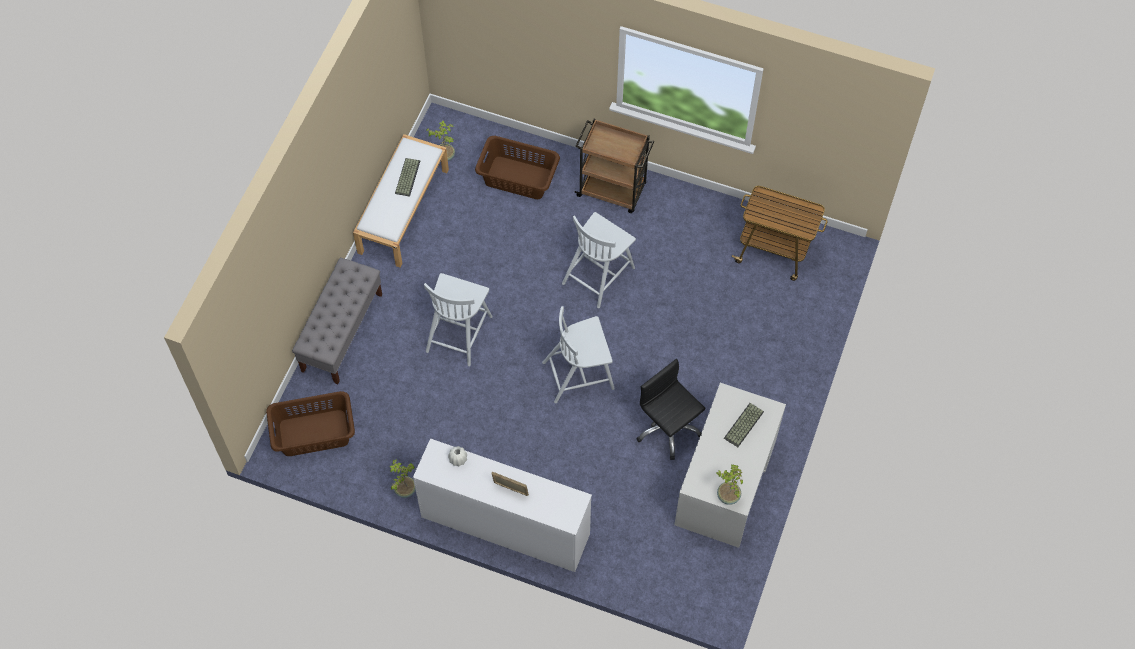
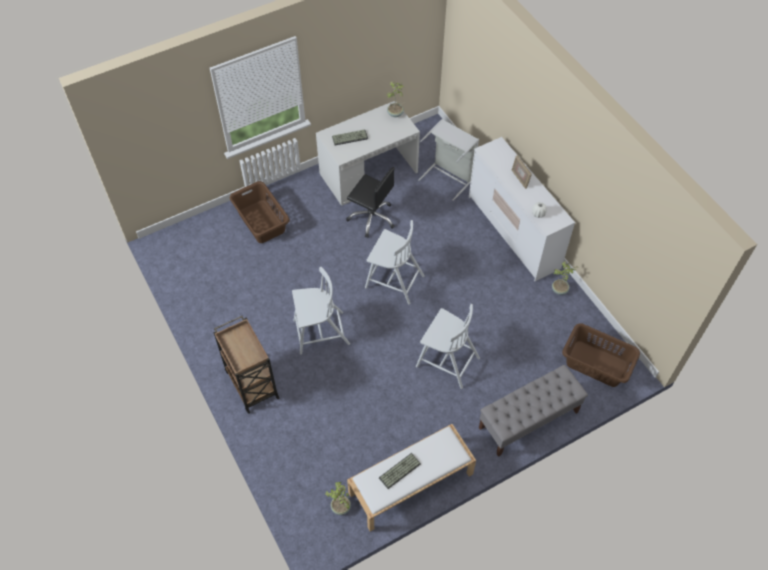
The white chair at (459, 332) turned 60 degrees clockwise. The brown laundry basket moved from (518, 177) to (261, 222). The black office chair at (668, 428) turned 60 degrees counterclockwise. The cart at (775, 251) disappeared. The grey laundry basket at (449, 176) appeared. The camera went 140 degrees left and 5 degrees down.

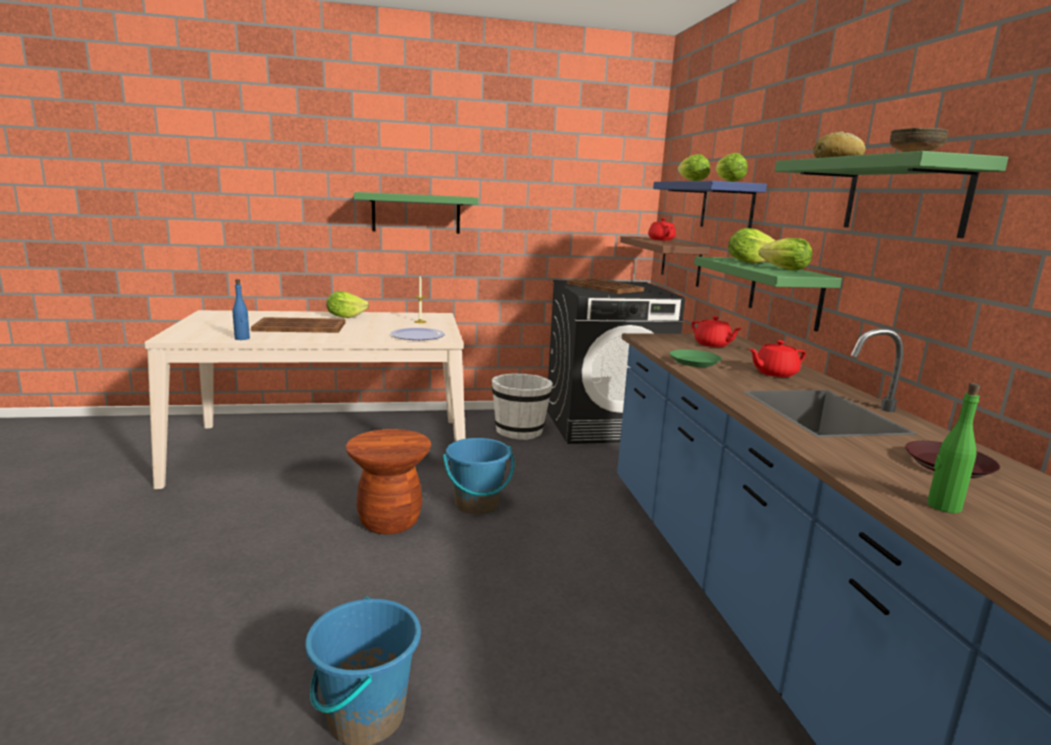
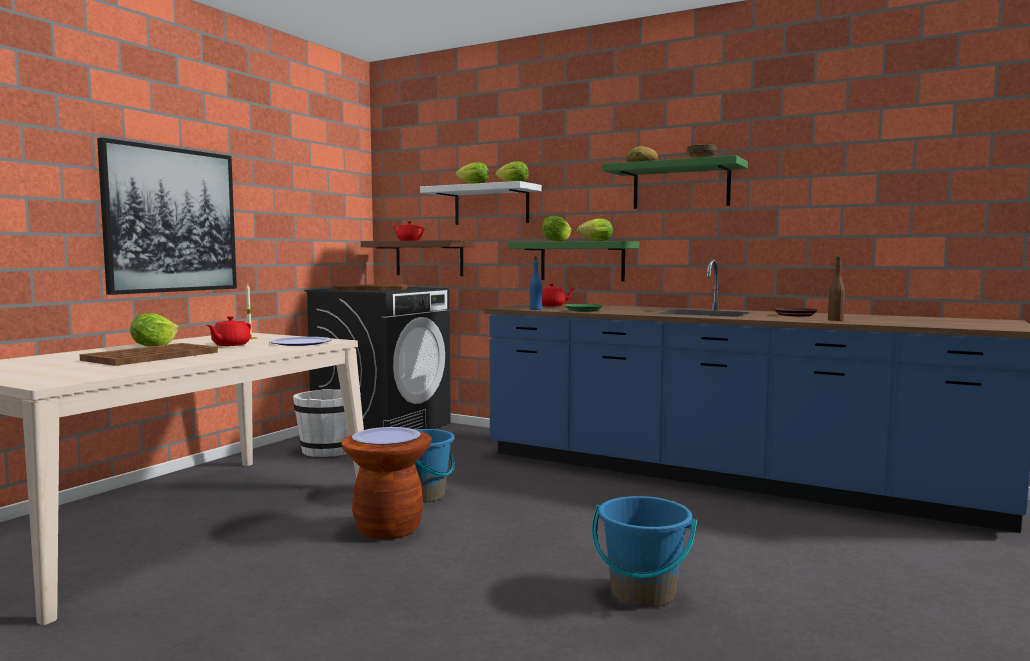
The blue bottle moved from (242, 338) to (536, 309). The green shelf at (416, 213) was replaced by the picture at (171, 220). The blue shelf at (727, 206) became the white shelf at (491, 205). The red teapot moved from (774, 373) to (230, 345). The green bottle at (943, 506) became the brown bottle at (835, 320). The plate at (386, 438) appeared. The camera went 50 degrees left and 10 degrees down.

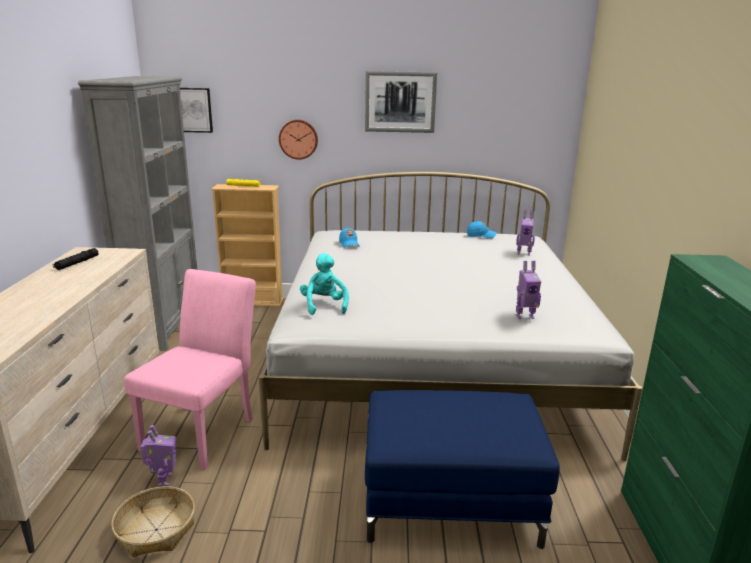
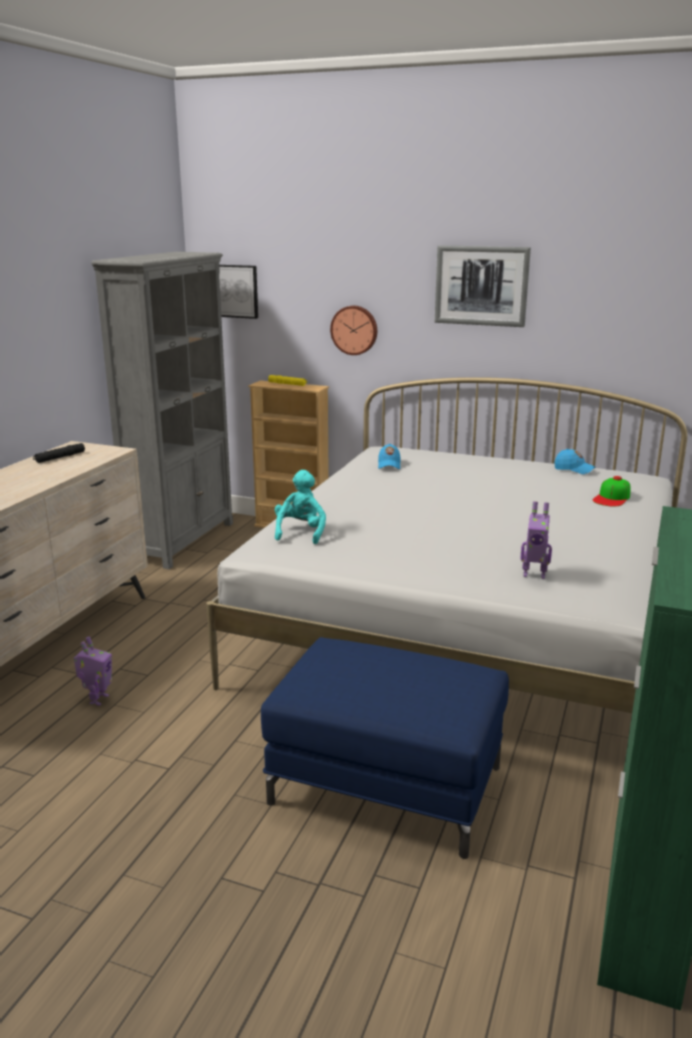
The basket at (156, 530) disappeared. The pink chair at (204, 430) disappeared. The toy robot at (523, 253) was replaced by the cap at (612, 498). The camera went 20 degrees right and 0 degrees up.

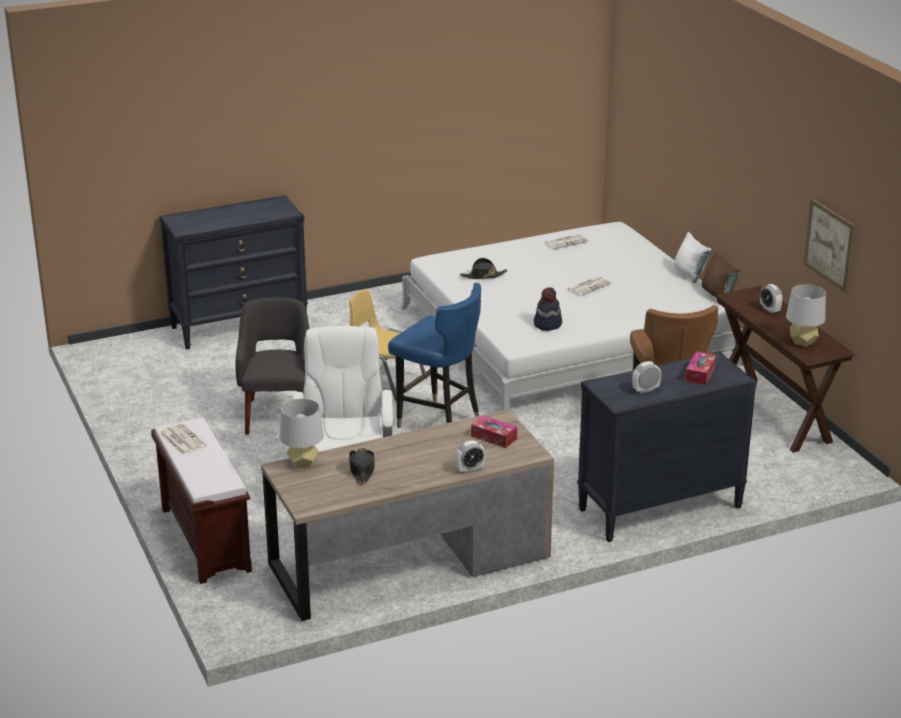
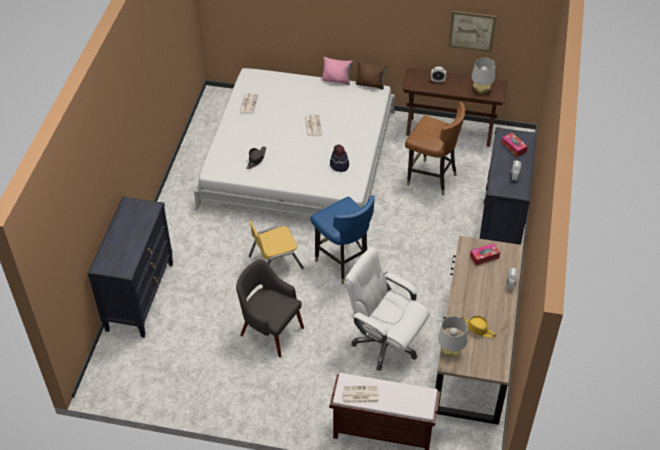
The black hat at (362, 470) became the yellow hat at (477, 329). The blue chair at (438, 422) turned 75 degrees clockwise. The white pillow at (690, 274) became the pink pillow at (336, 80). The camera went 55 degrees left and 20 degrees up.

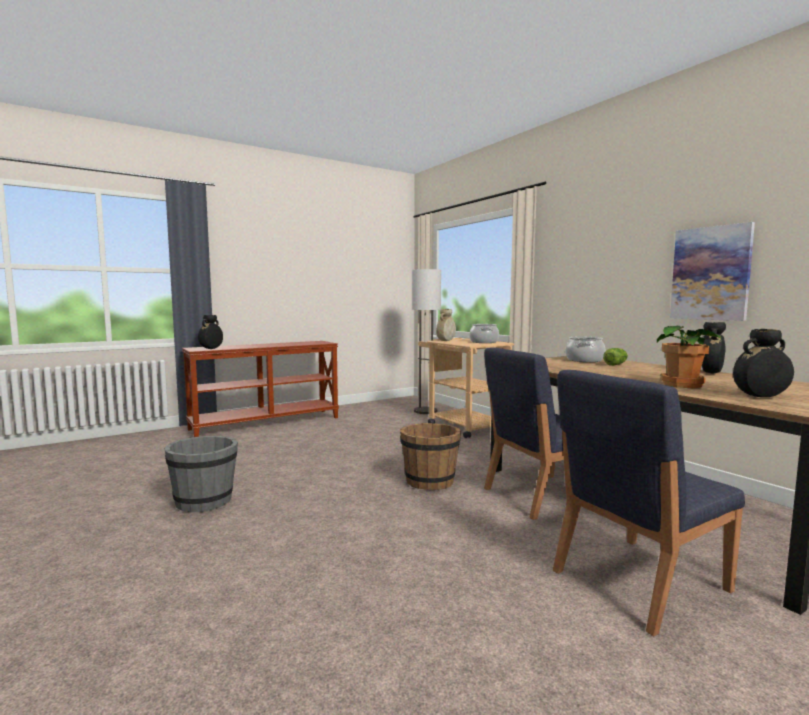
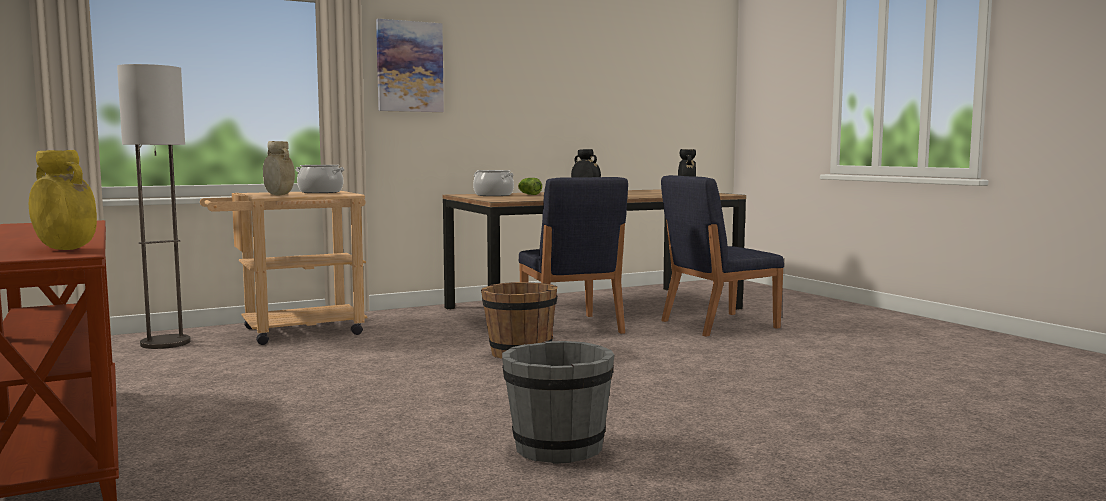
The black vase at (211, 349) became the yellow vase at (66, 249). The blue chair at (637, 581) turned 90 degrees clockwise. The potted plant at (683, 385) disappeared. The picture moved from (710, 273) to (409, 66). The camera went 85 degrees left and 0 degrees up.

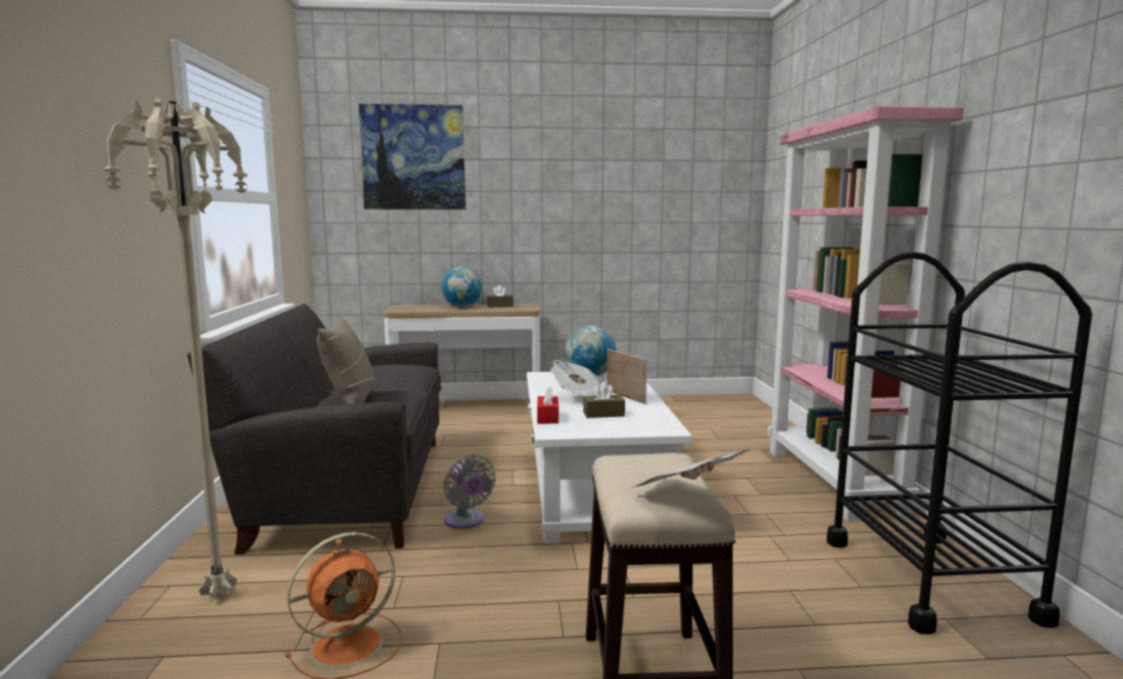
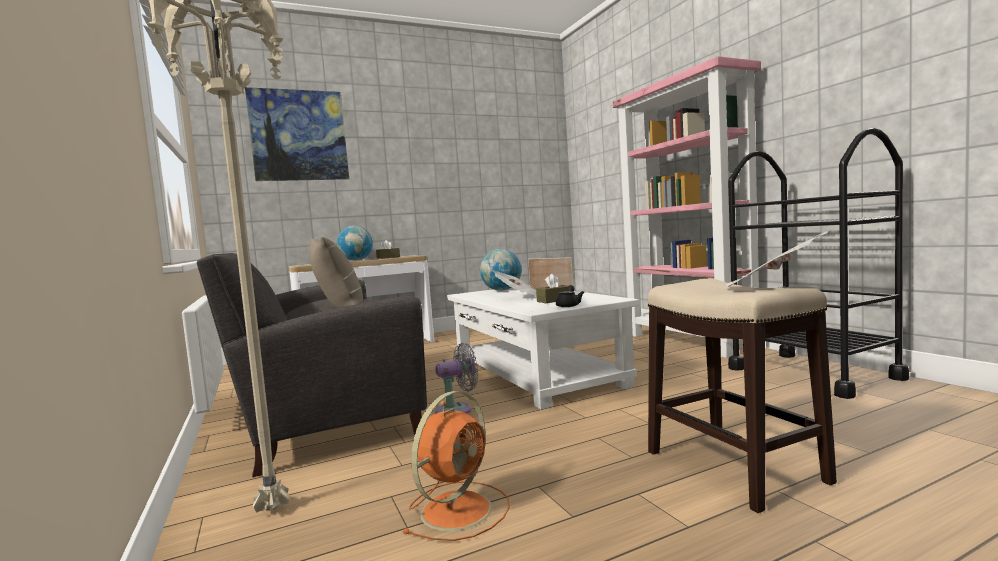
The grey fan at (465, 521) turned 60 degrees counterclockwise. The red tissue box at (547, 417) disappeared. The black teapot at (569, 305) appeared. The camera went 20 degrees left and 5 degrees down.

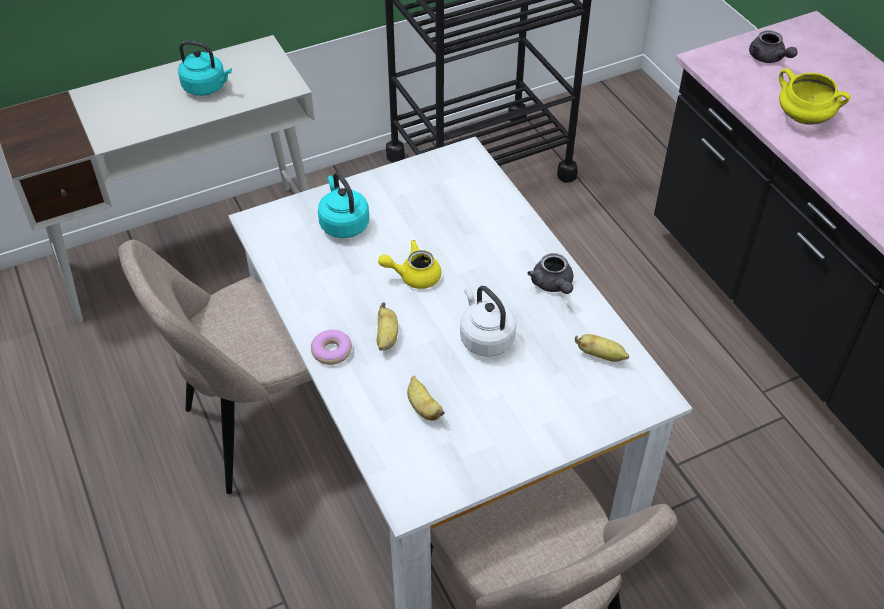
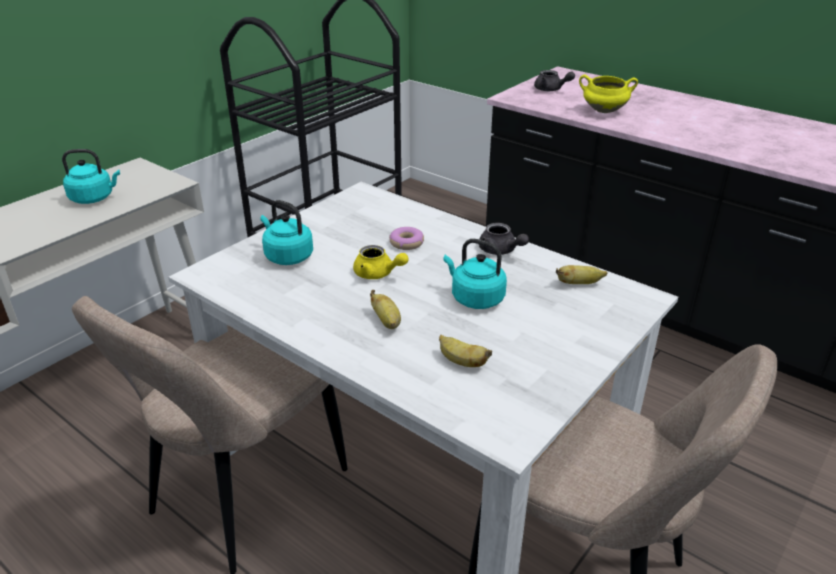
The donut moved from (331, 351) to (406, 243). The yellow teapot at (413, 275) turned 120 degrees counterclockwise. The white kettle at (485, 338) became the turquoise kettle at (475, 298). The camera went 25 degrees left and 15 degrees down.

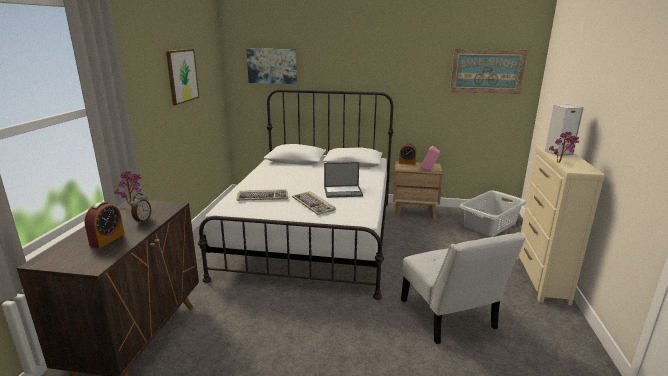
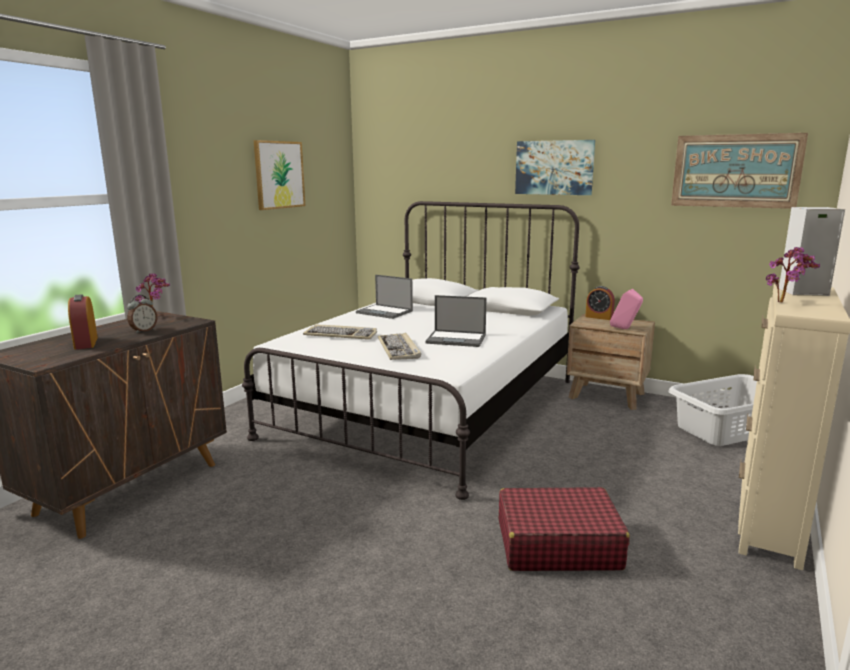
The alarm clock at (107, 239) turned 120 degrees clockwise. The picture moved from (272, 66) to (554, 167). The white chair at (449, 317) was replaced by the red suitcase at (557, 544). The laptop at (385, 312) appeared. The camera went 20 degrees right and 5 degrees down.

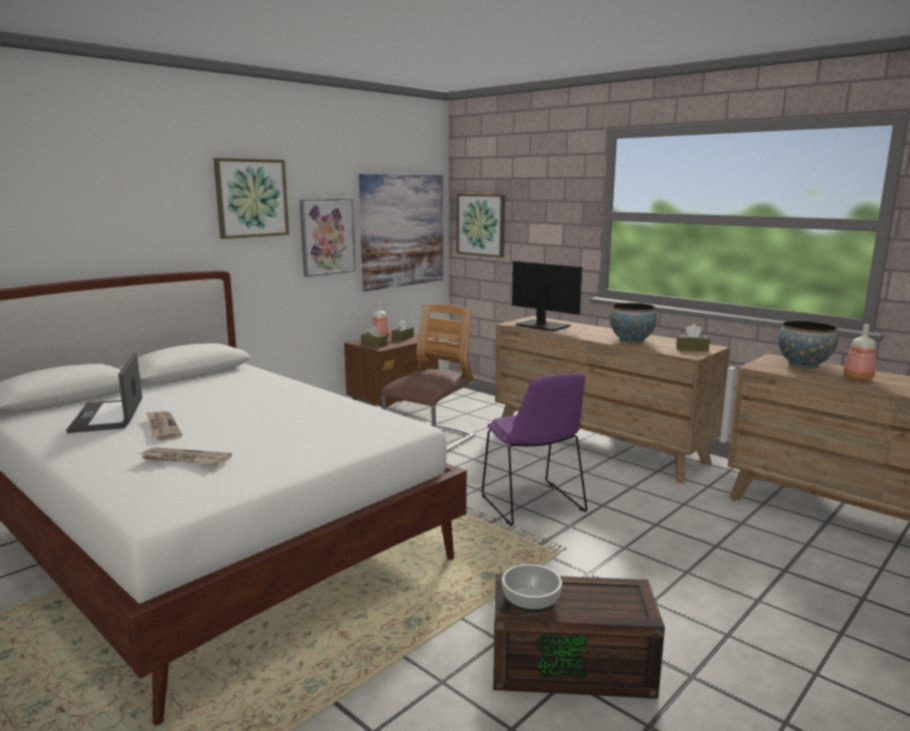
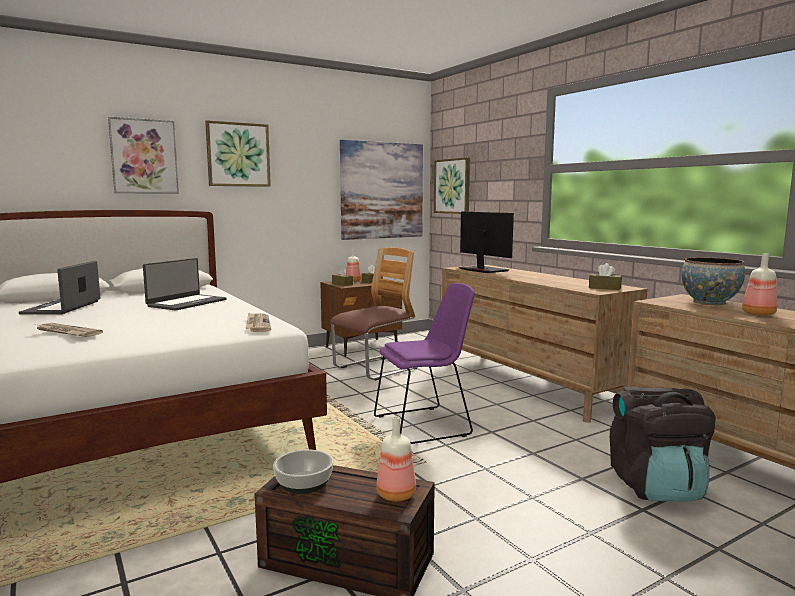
The newspaper moved from (162, 427) to (257, 324). The picture moved from (327, 236) to (144, 156). The purple chair at (533, 505) turned 105 degrees counterclockwise. The bowl at (631, 341) disappeared. The laptop at (186, 303) appeared. The bottle at (397, 495) appeared. The black backpack at (656, 486) appeared. The camera went 15 degrees right and 5 degrees down.

